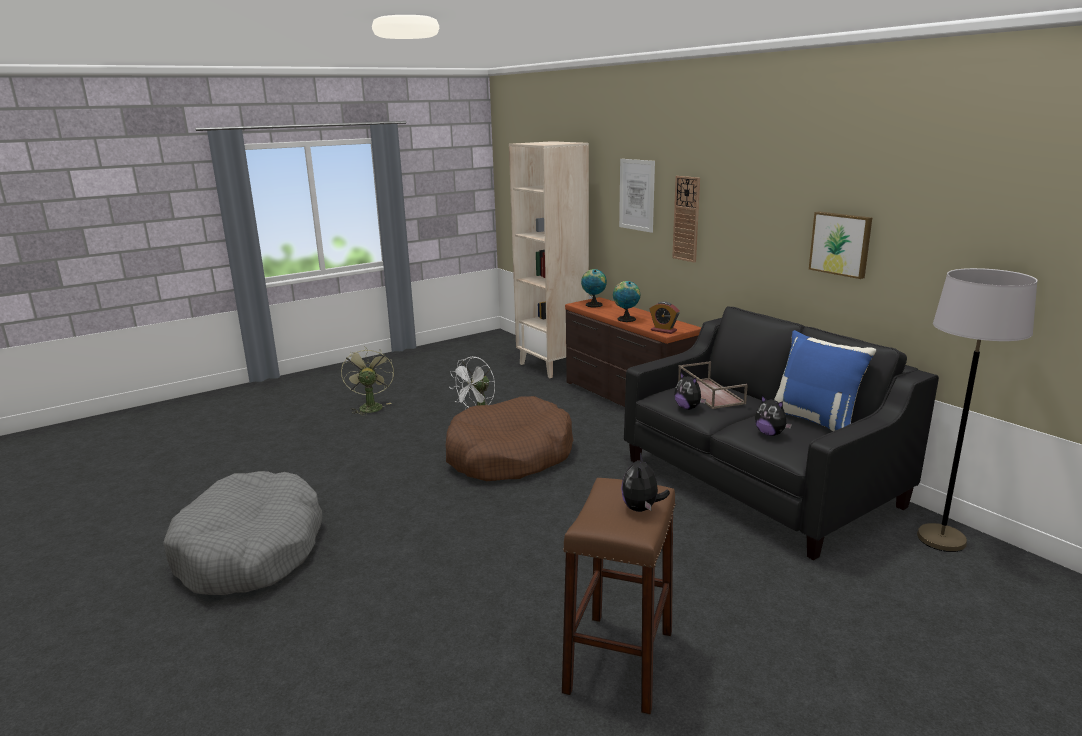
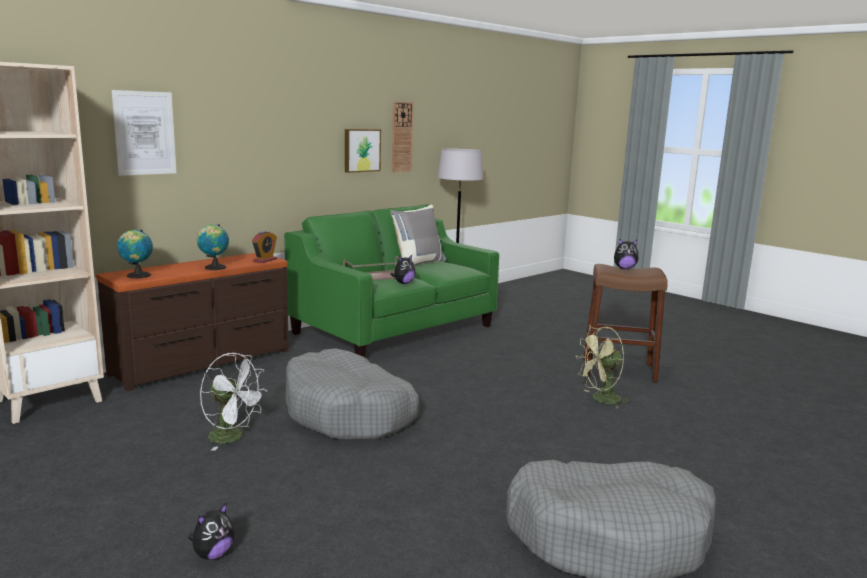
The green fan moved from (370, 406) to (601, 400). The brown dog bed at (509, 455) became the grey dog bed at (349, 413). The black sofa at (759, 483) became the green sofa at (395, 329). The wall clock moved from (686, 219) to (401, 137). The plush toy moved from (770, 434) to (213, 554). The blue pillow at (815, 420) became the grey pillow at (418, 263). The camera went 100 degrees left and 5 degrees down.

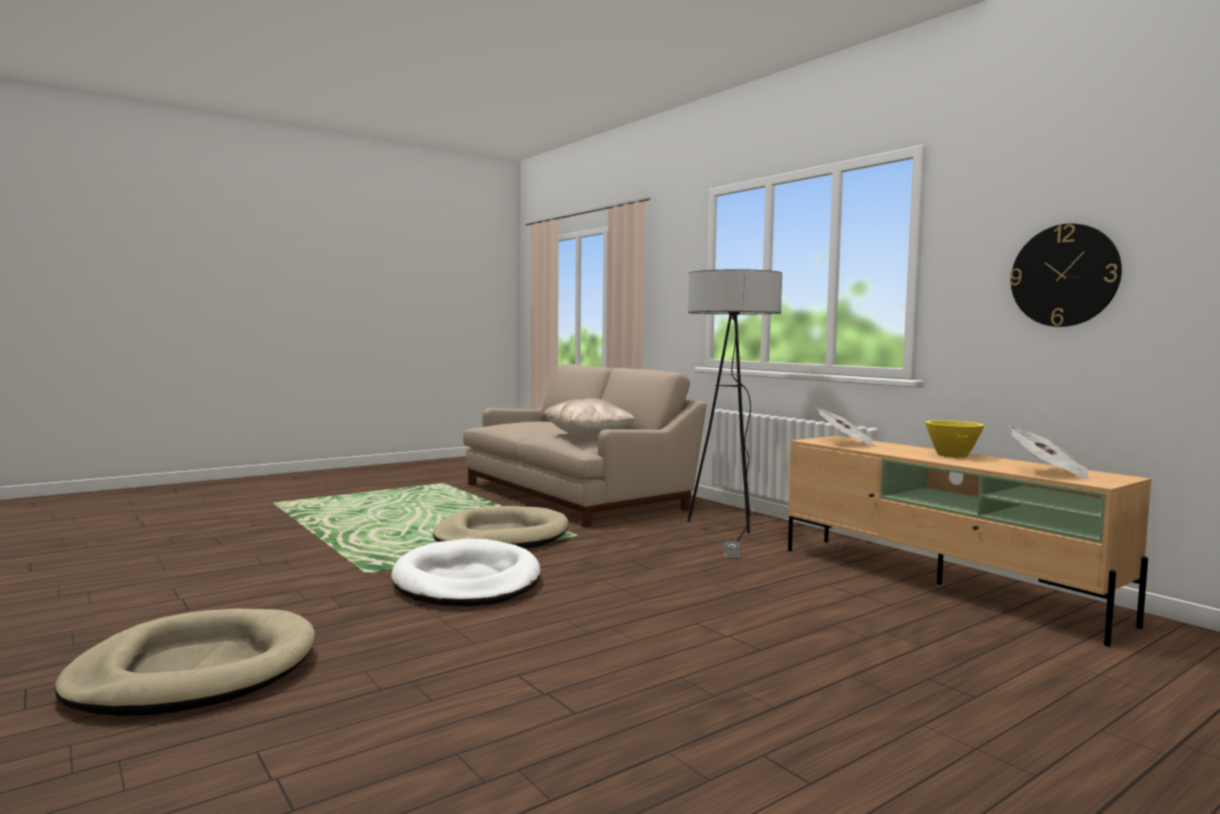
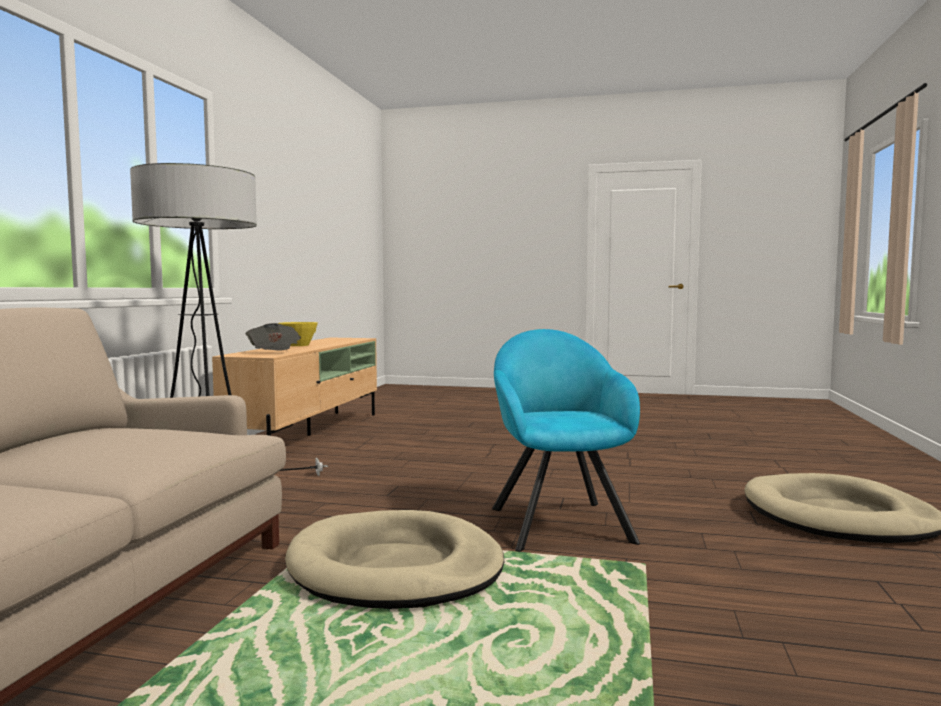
The white dog bed at (467, 581) was replaced by the turquoise armchair at (558, 521). The beige pillow at (588, 436) disappeared. The newspaper at (1049, 473) disappeared. The wall clock at (1064, 275) disappeared. The camera went 130 degrees left and 0 degrees up.

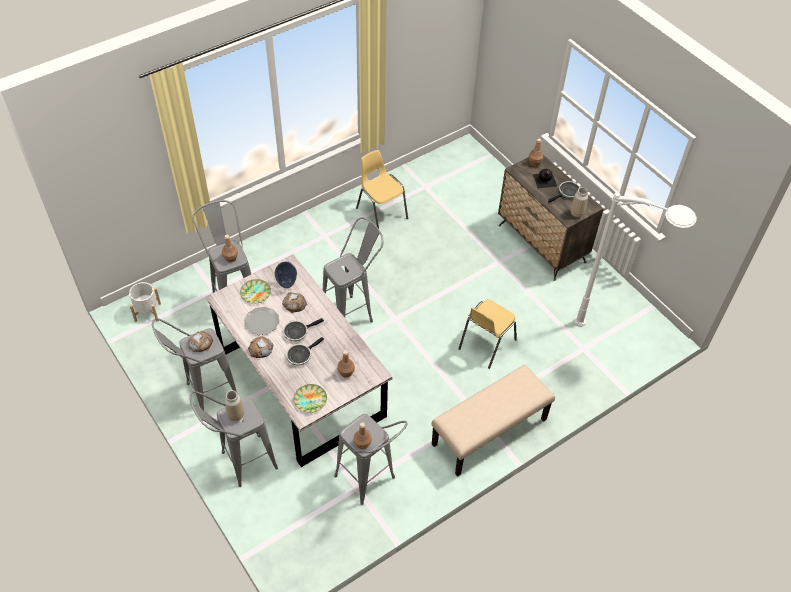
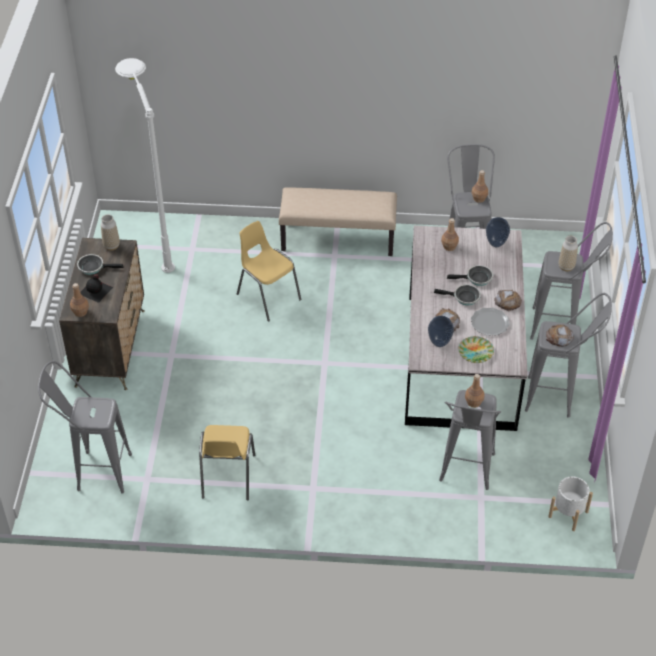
The plate at (310, 400) was replaced by the vase at (496, 243). The grey stool moved from (353, 313) to (94, 471). The yellow chair at (486, 344) turned 120 degrees counterclockwise. The camera went 140 degrees left and 5 degrees down.

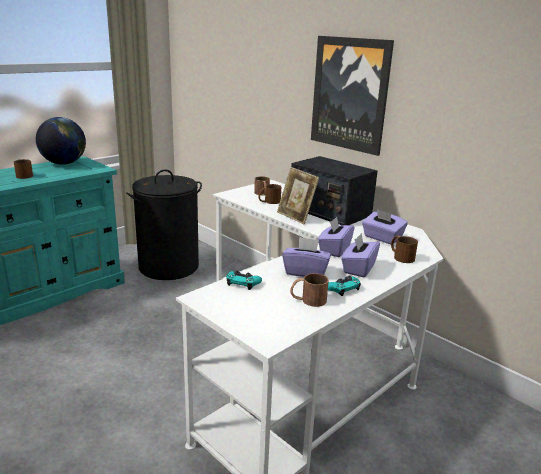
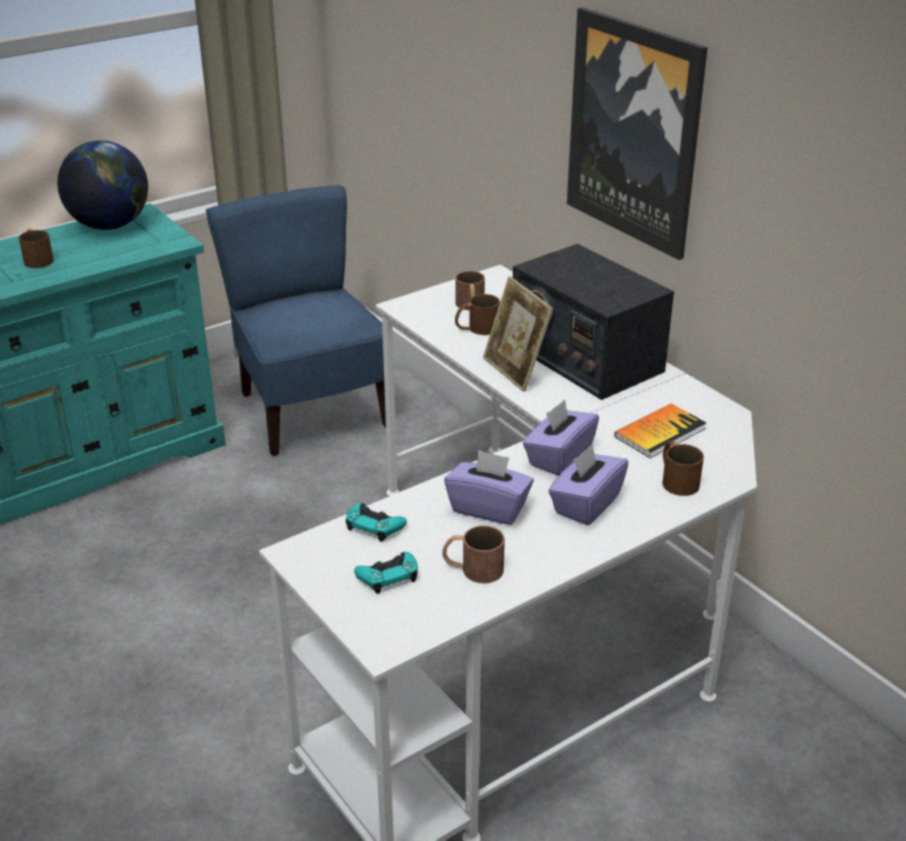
The black laundry basket at (169, 266) was replaced by the blue chair at (311, 411). The turquoise game controller moved from (342, 288) to (388, 576). The purple tissue box at (382, 238) was replaced by the book at (660, 432). The camera went 10 degrees right and 10 degrees up.

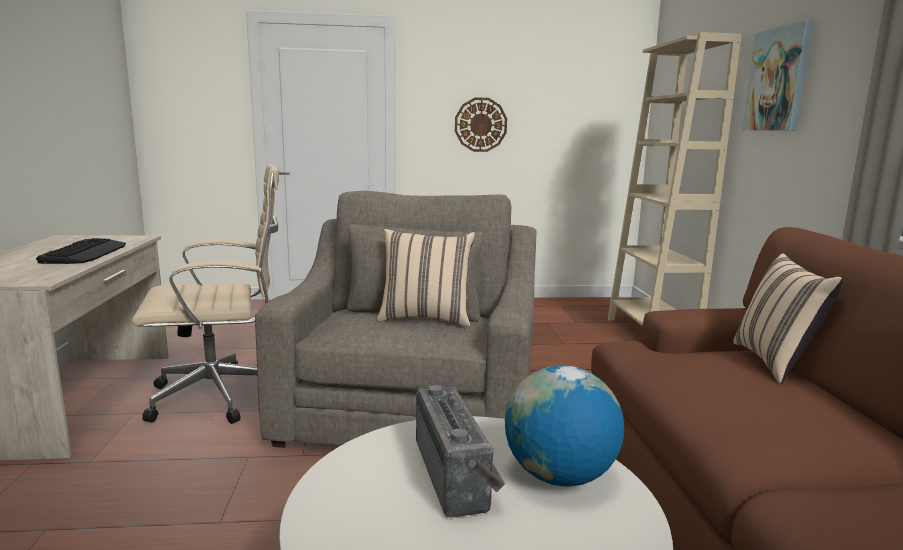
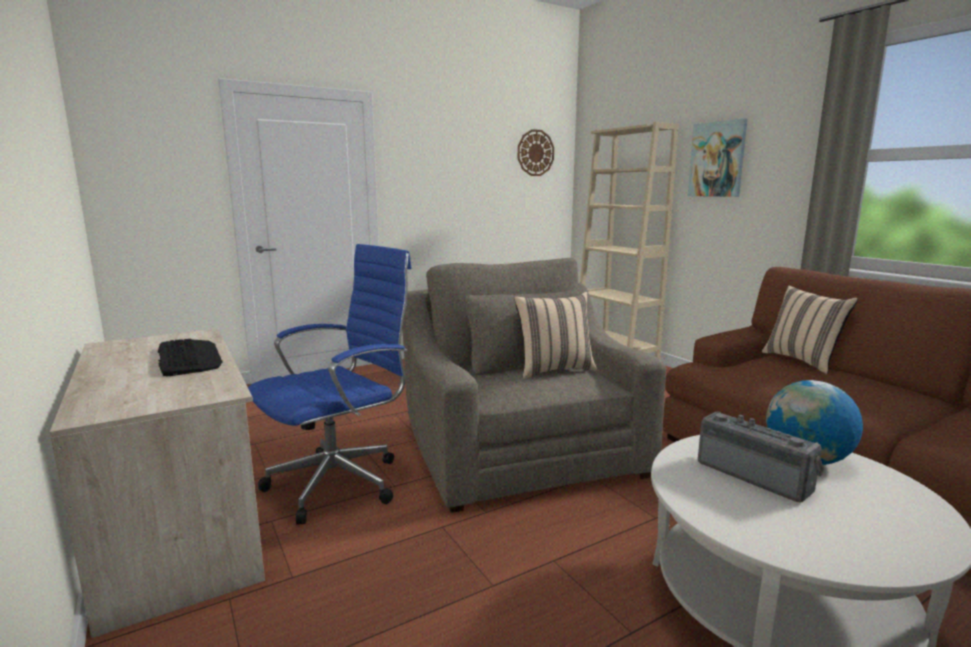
The beige office chair at (222, 396) became the blue office chair at (341, 482). The wall clock moved from (480, 124) to (535, 153). The camera went 25 degrees left and 0 degrees up.

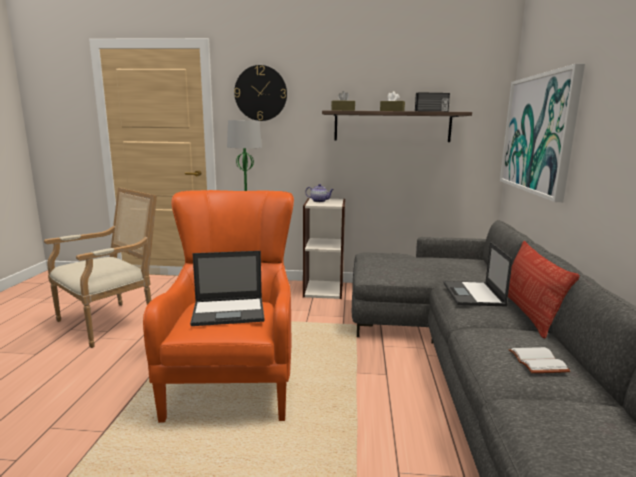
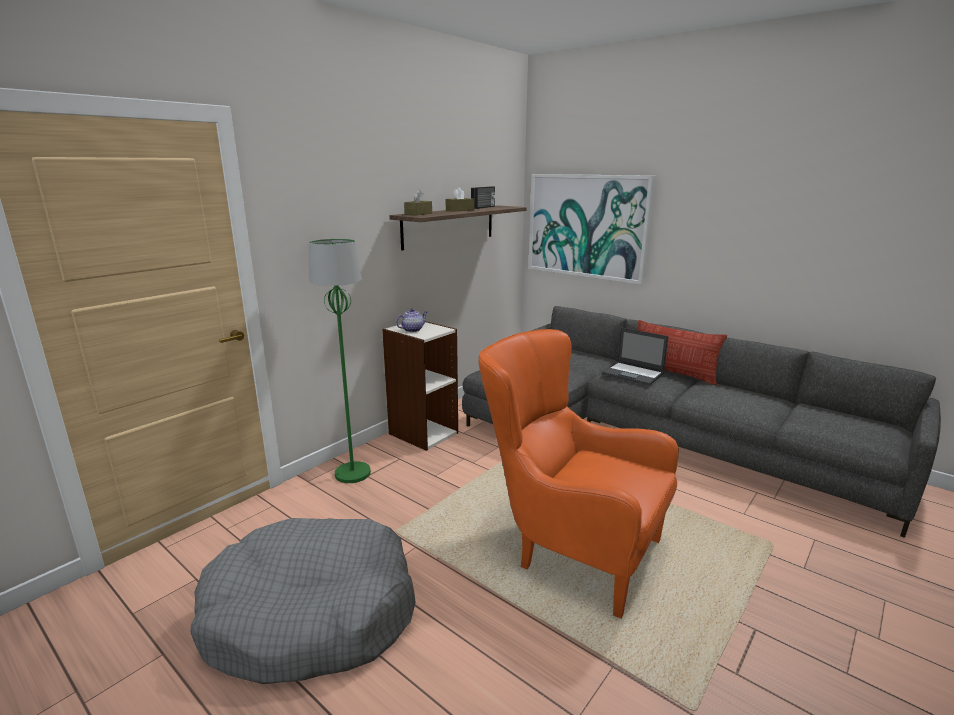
The armchair at (111, 321) was replaced by the grey dog bed at (311, 614). The laptop at (229, 311) disappeared. The wall clock at (260, 93) disappeared. The white book at (539, 362) disappeared. The camera went 55 degrees left and 5 degrees up.

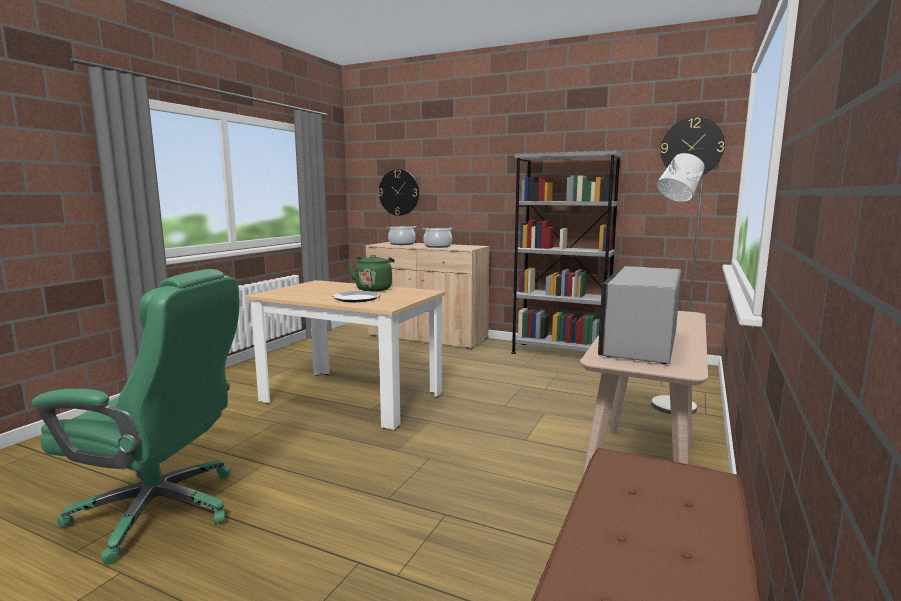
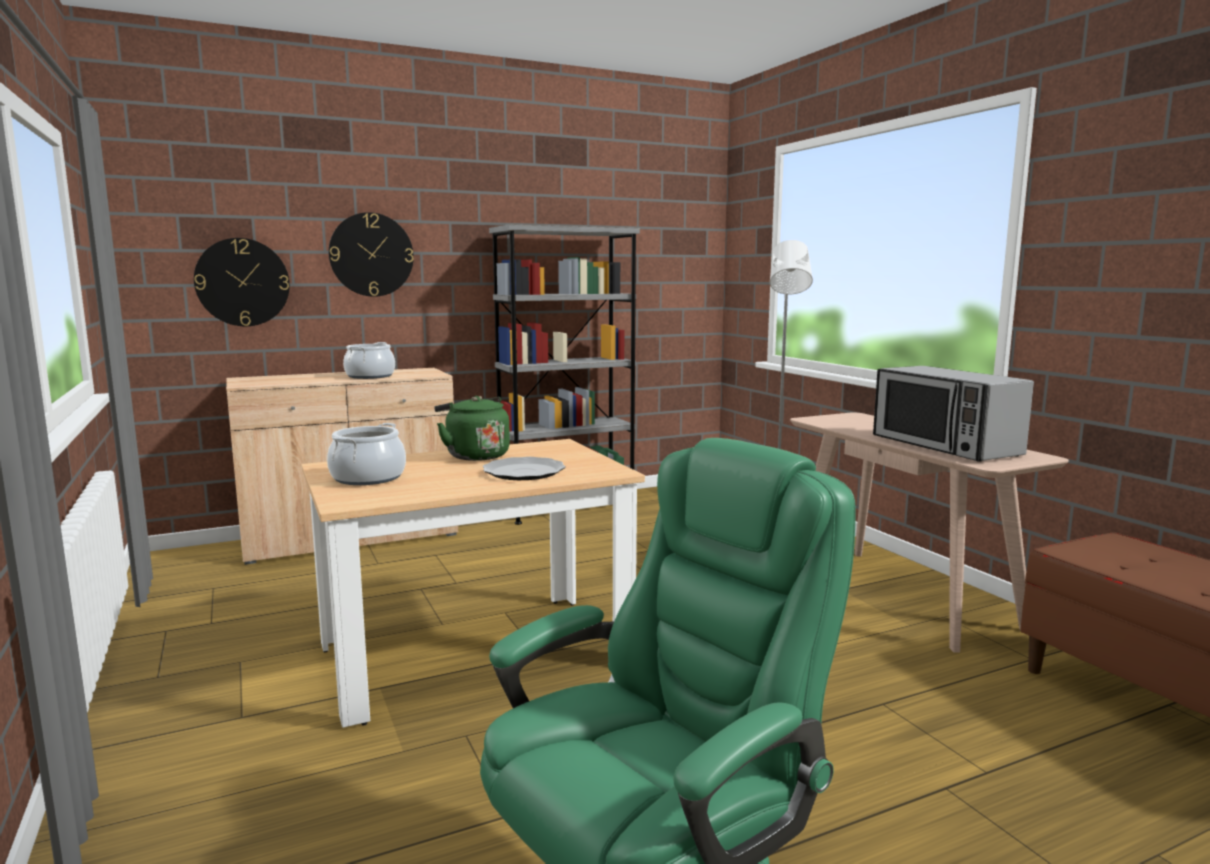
The cooking pot moved from (402, 244) to (367, 478). The wall clock moved from (692, 147) to (371, 254). The camera went 50 degrees left and 0 degrees up.

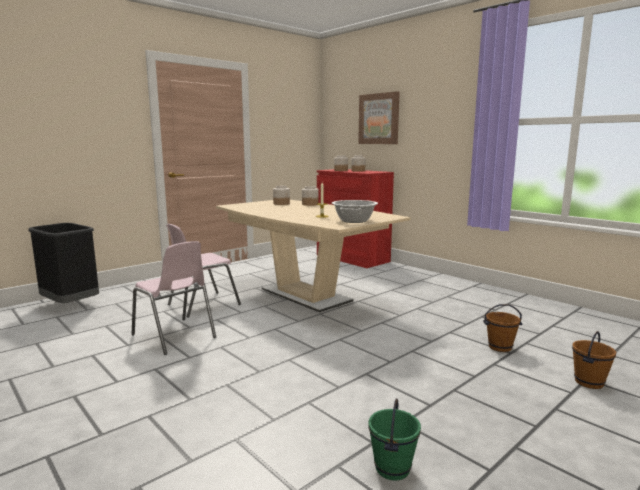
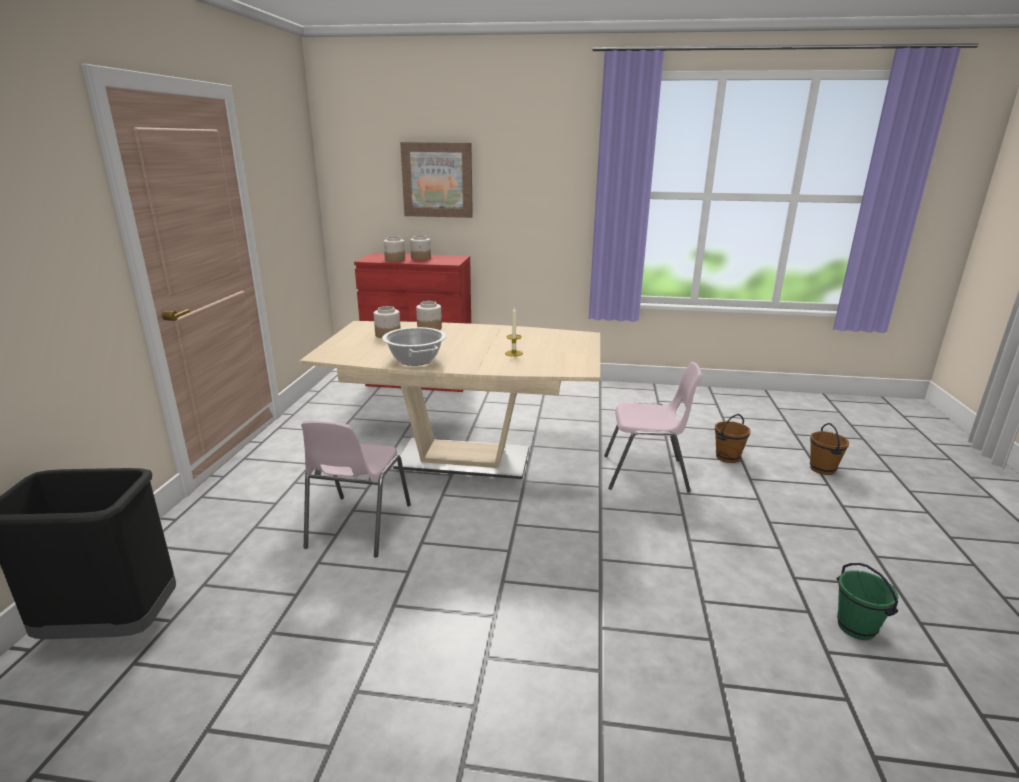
The pink chair moved from (174, 336) to (646, 474). The cooking pot moved from (354, 221) to (415, 360). The camera went 40 degrees left and 10 degrees up.

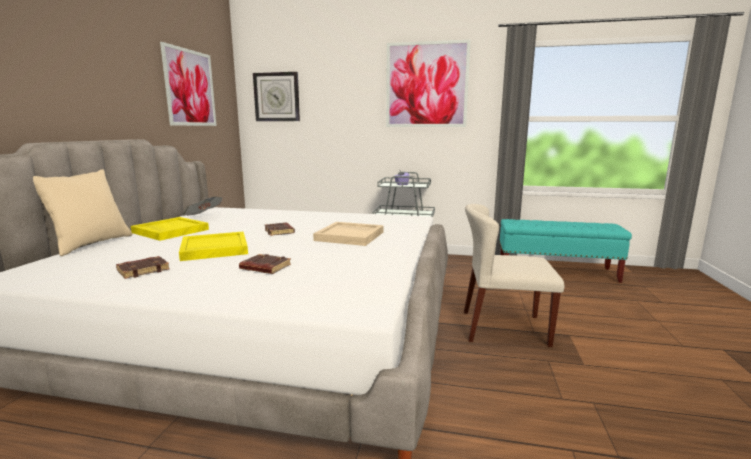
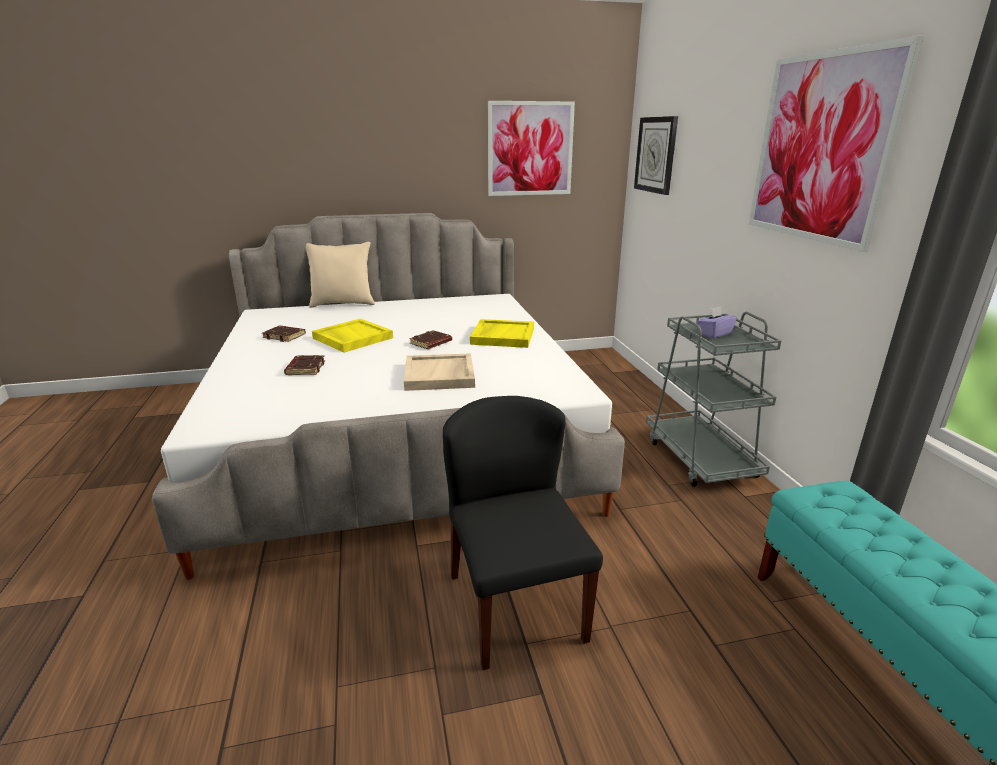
The yellow tray moved from (170, 231) to (502, 336). The newspaper at (203, 217) disappeared. The beige chair at (503, 328) became the black chair at (515, 605). The camera went 65 degrees right and 10 degrees up.

